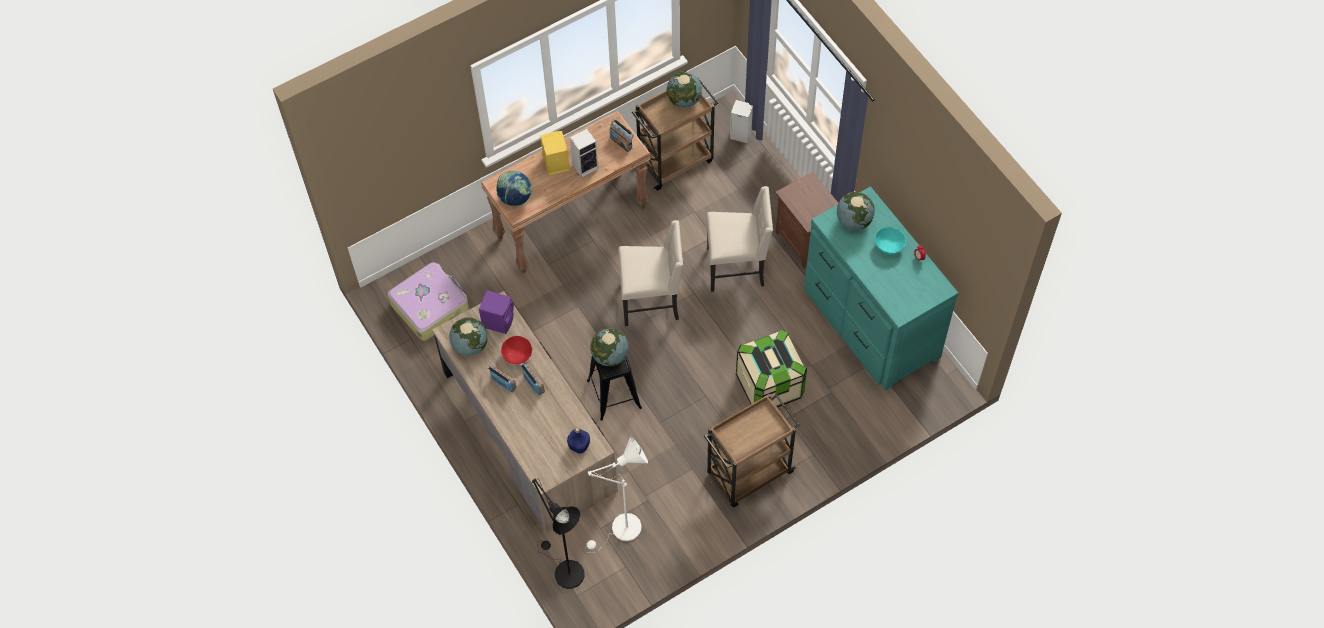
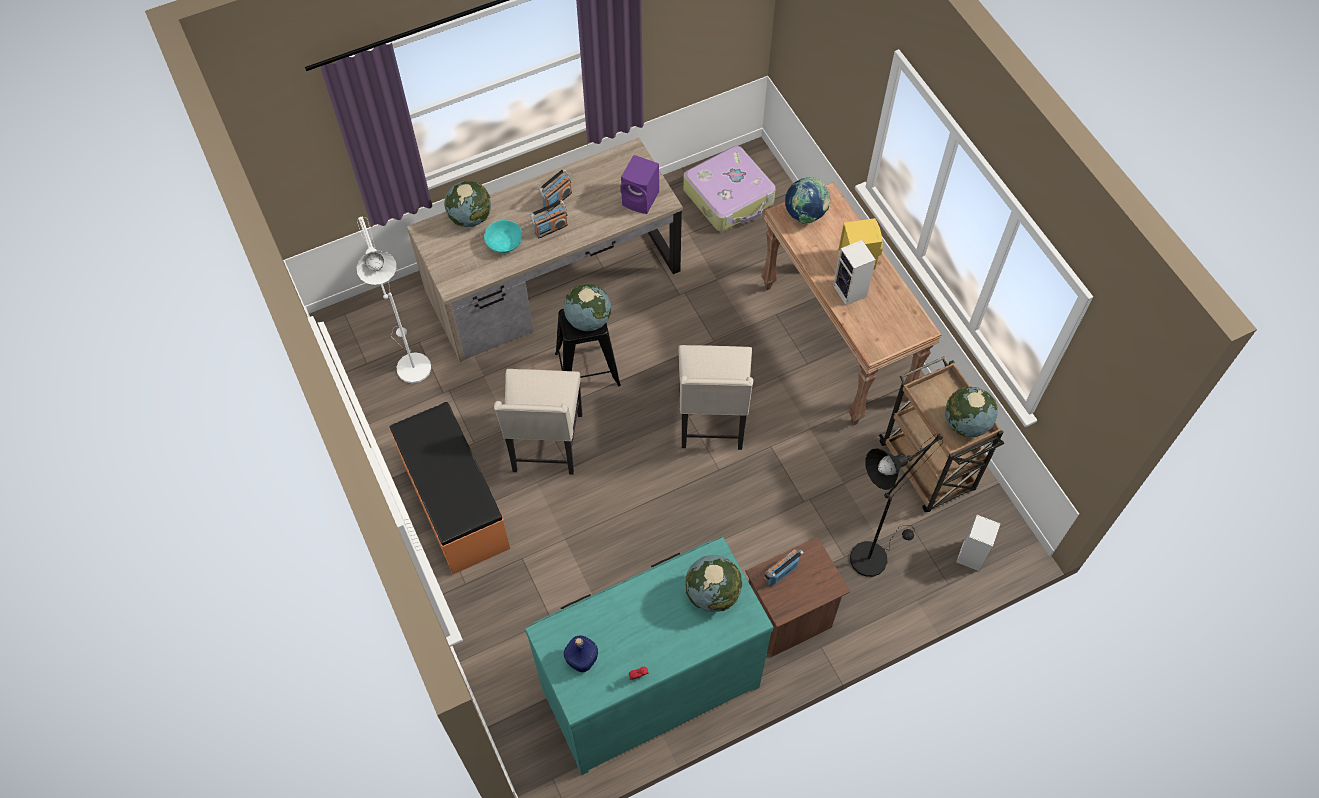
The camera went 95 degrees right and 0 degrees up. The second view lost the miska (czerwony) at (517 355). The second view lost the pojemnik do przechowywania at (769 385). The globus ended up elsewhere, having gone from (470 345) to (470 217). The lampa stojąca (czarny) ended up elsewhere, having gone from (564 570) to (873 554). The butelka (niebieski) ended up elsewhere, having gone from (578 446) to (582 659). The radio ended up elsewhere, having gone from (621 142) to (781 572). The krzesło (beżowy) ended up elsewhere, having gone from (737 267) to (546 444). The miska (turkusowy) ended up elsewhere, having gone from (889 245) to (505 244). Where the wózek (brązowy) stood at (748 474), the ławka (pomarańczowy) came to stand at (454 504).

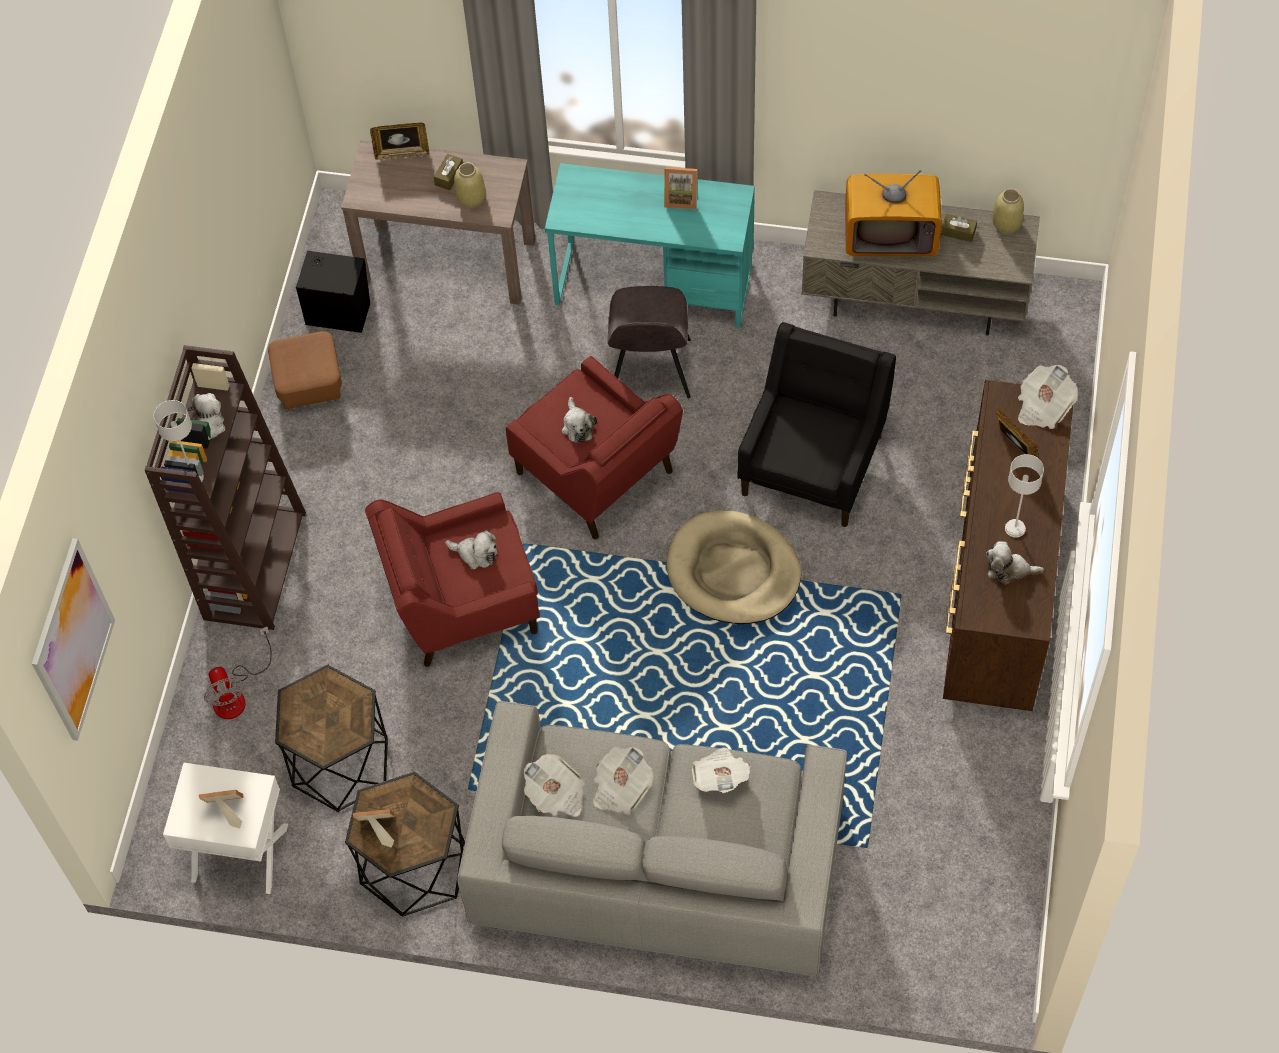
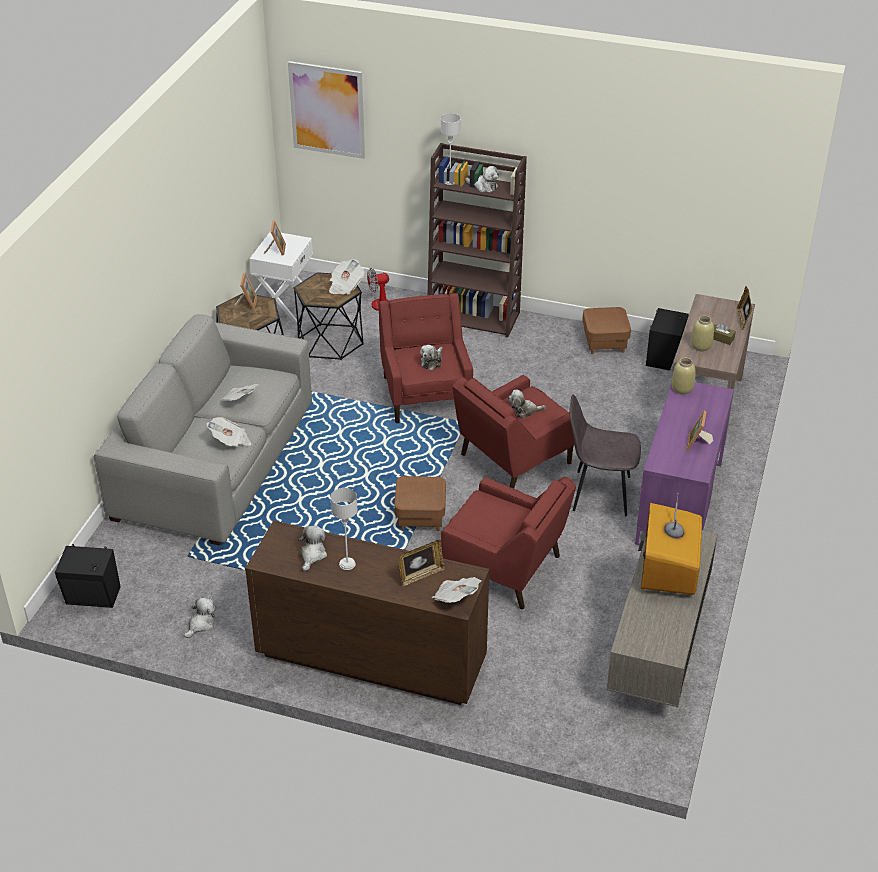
The camera went 95 degrees right and 20 degrees down. The second view lost the pudełko chusteczek (brązowy) at (958 232). The second view gained the głośnik (czarny) at (93 597). The second view gained the pluszak at (201 624). The gazeta ended up elsewhere, having gone from (556 794) to (345 286). The wazon (beżowy) ended up elsewhere, having gone from (1006 224) to (681 389). Where the legowisko (beżowy) stood at (733 571), the pufa (brązowy) came to stand at (420 517). What was the biurko (turkusowy) at (654 284) turned into the biurko (fioletowy) at (679 503). What was the fotel (czarny) at (813 463) turned into the fotel (czerwony) at (505 569).

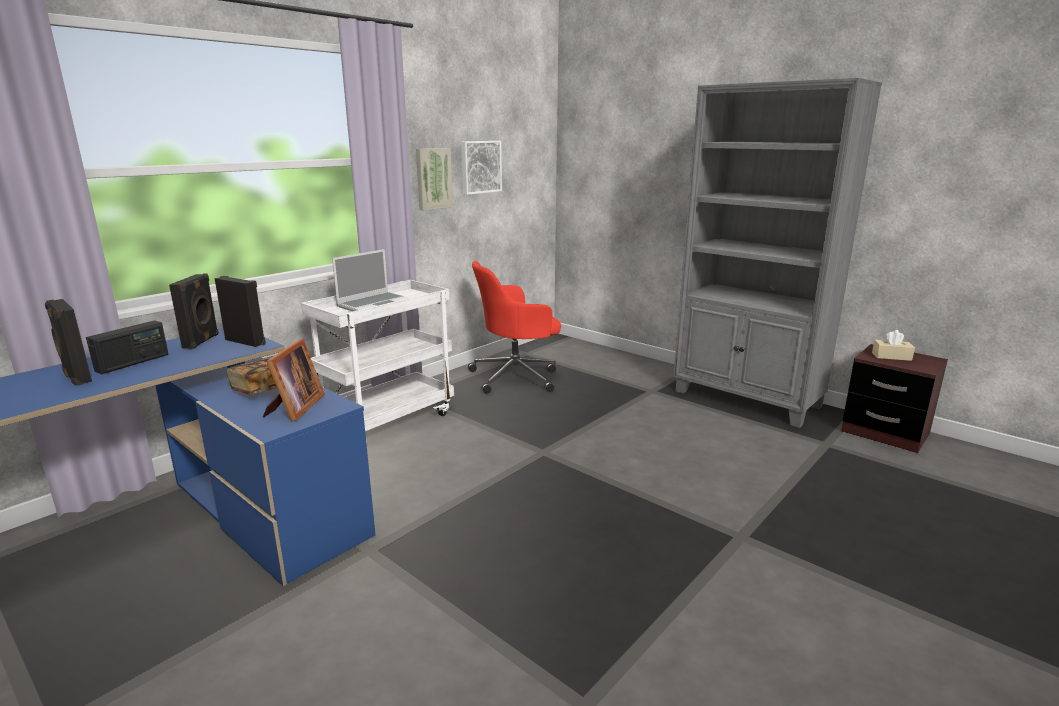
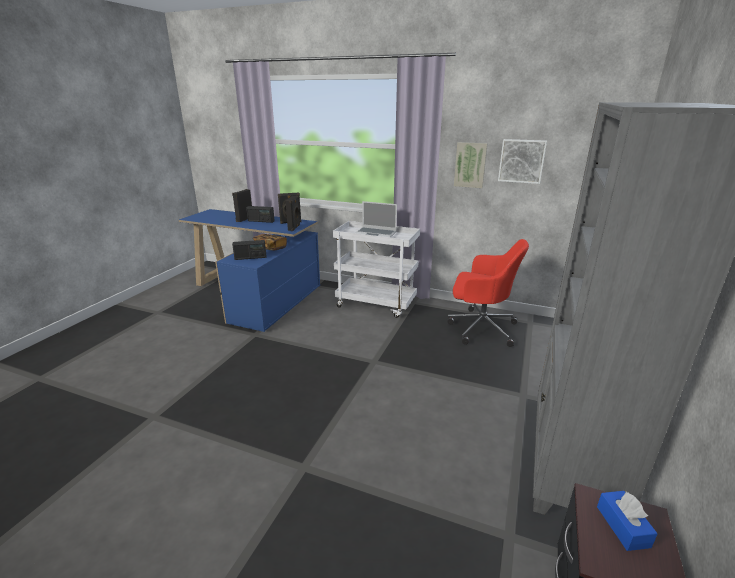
The camera went 70 degrees right and 5 degrees up. Where the ramka na zdjęcie stood at (294 408), the radio came to stand at (250 257). What was the pudełko chusteczek (beżowy) at (891 356) turned into the pudełko chusteczek (niebieski) at (622 526). The krzesło biurowe (czerwony) at (516 377) ended up facing another way, 150 degrees clockwise from before.

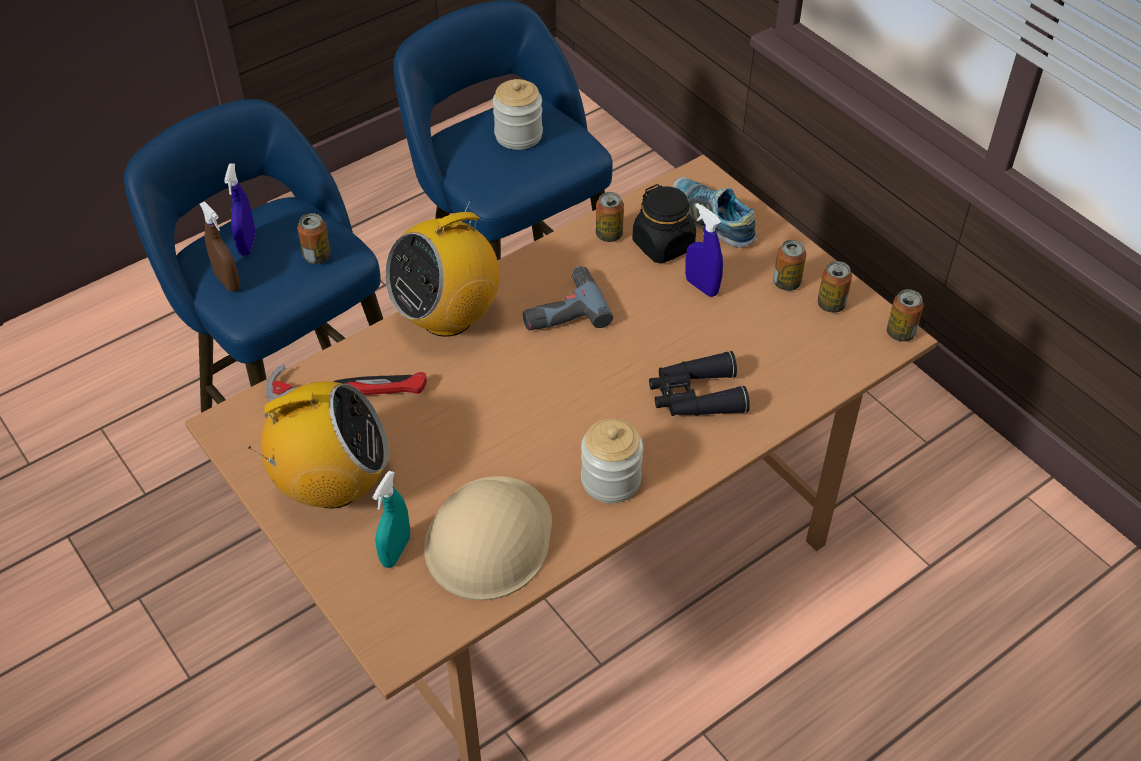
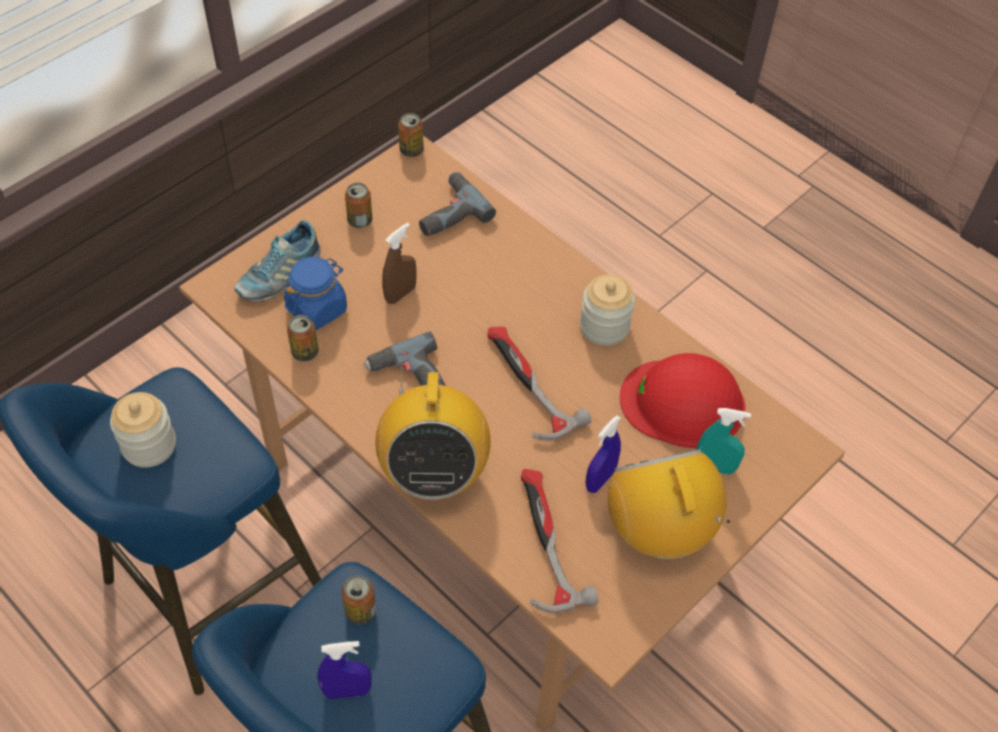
The camera went 100 degrees left and 5 degrees up. The second view lost the lornetka (czarny) at (695 396). The second view lost the puszka at (831 304). The second view gained the wiertarka at (447 212). The second view gained the młotek at (526 385). The spryskiwacz (brązowy) ended up elsewhere, having gone from (227 281) to (400 294). The spryskiwacz (niebieski) ended up elsewhere, having gone from (701 286) to (600 480). What was the kask (beżowy) at (488 538) turned into the kask (czerwony) at (683 403). What was the słoik (czarny) at (663 245) turned into the słoik (niebieski) at (317 309). The radio at (447 316) ended up facing another way, 45 degrees clockwise from before.

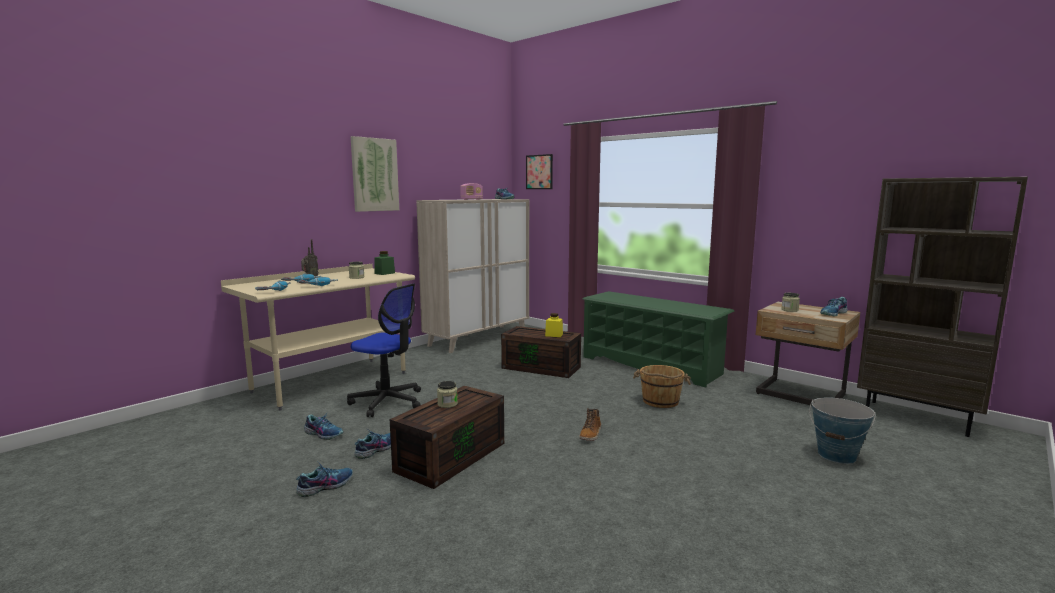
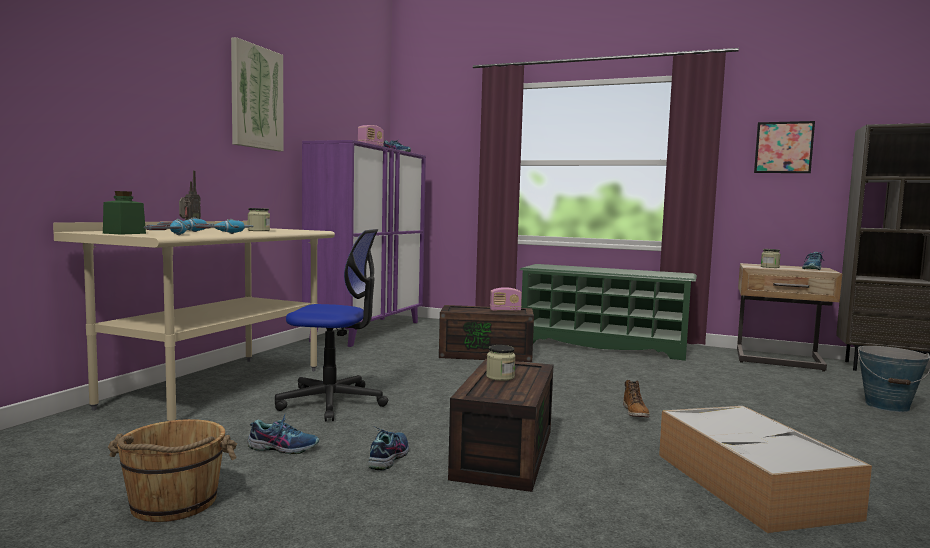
The camera went 20 degrees left and 5 degrees down. The second view lost the but at (325 486). The second view gained the pojemnik do przechowywania at (753 485). The słoik (zielony) ended up elsewhere, having gone from (384 273) to (124 233). The obraz ended up elsewhere, having gone from (539 172) to (783 147). The wiadro (brązowy) ended up elsewhere, having gone from (660 401) to (173 503). Where the słoik (żółty) stood at (554 335), the radio came to stand at (505 310). What was the szafka (beżowy) at (478 338) turned into the szafka (fioletowy) at (368 331).

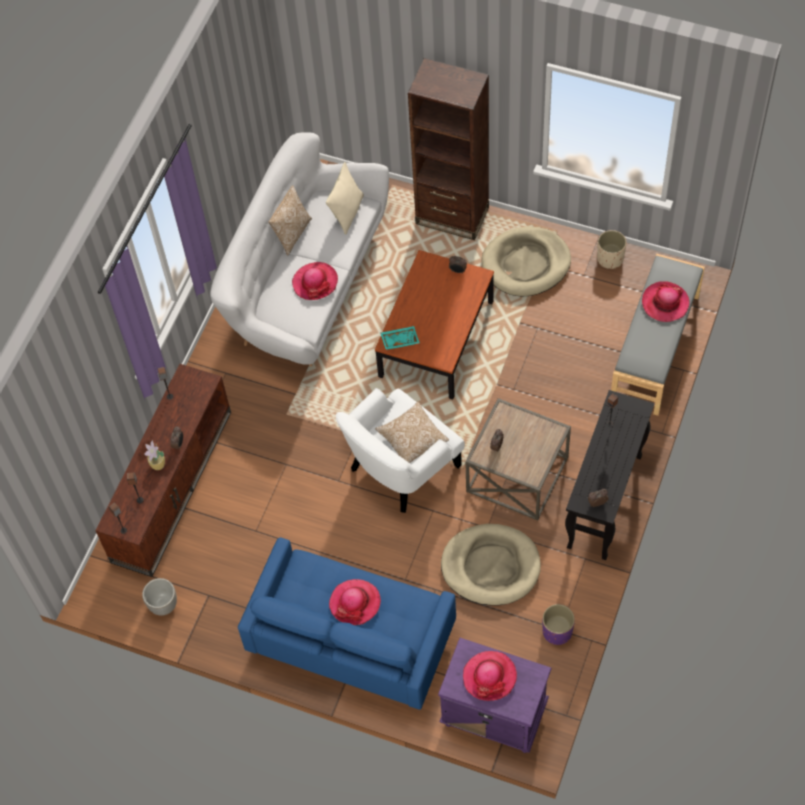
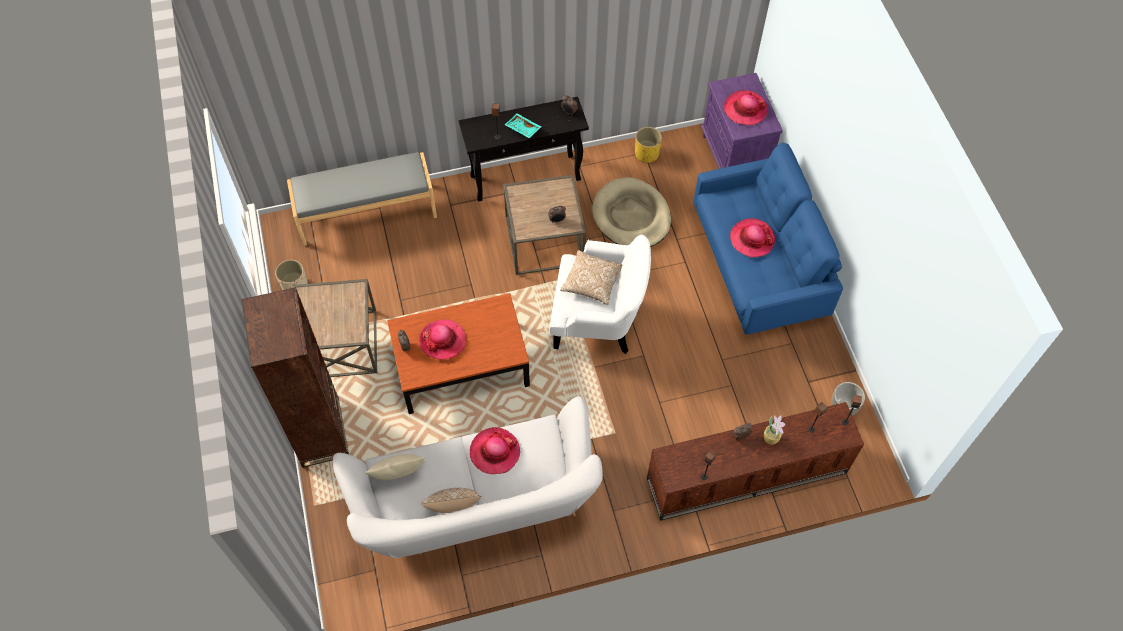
The camera went 130 degrees left and 0 degrees up. The taca (turkusowy) ended up elsewhere, having gone from (399 340) to (522 129). The kapelusz ended up elsewhere, having gone from (665 303) to (443 340). Where the legowisko (beżowy) stood at (526 264), the stolik (brązowy) came to stand at (339 343). What was the donica (fioletowy) at (557 631) turned into the donica (żółty) at (646 154).

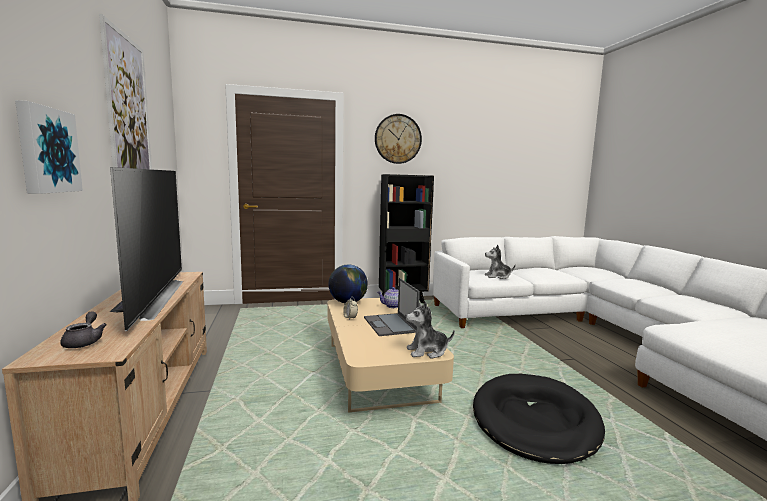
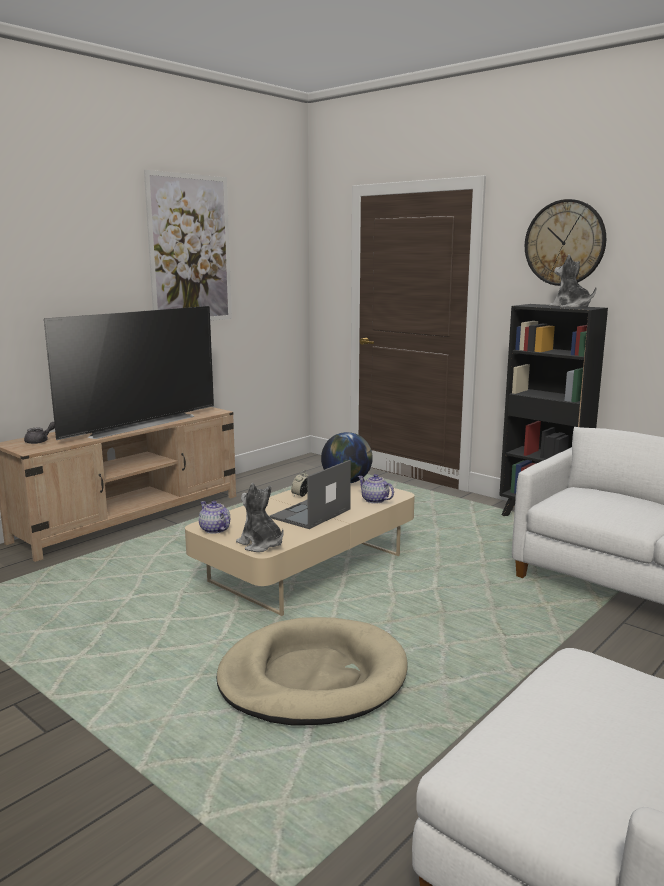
The camera went 55 degrees right and 5 degrees up. The second view lost the obraz at (46 150). The second view gained the imbryk at (214 530). The pluszak ended up elsewhere, having gone from (498 276) to (570 307). What was the legowisko (czarny) at (534 421) turned into the legowisko (beżowy) at (312 677).

